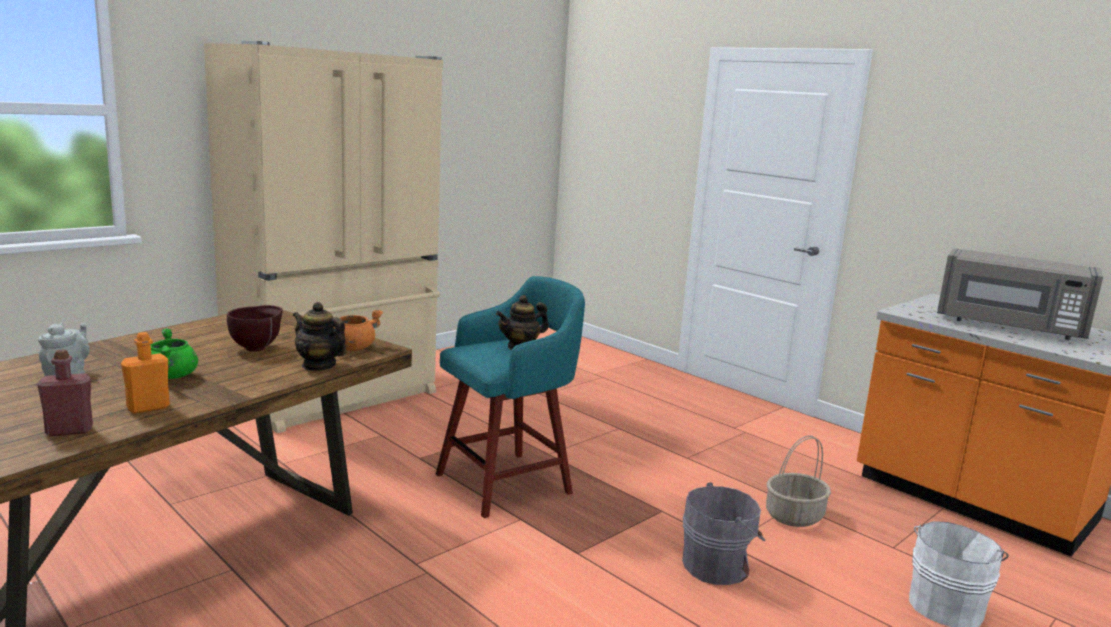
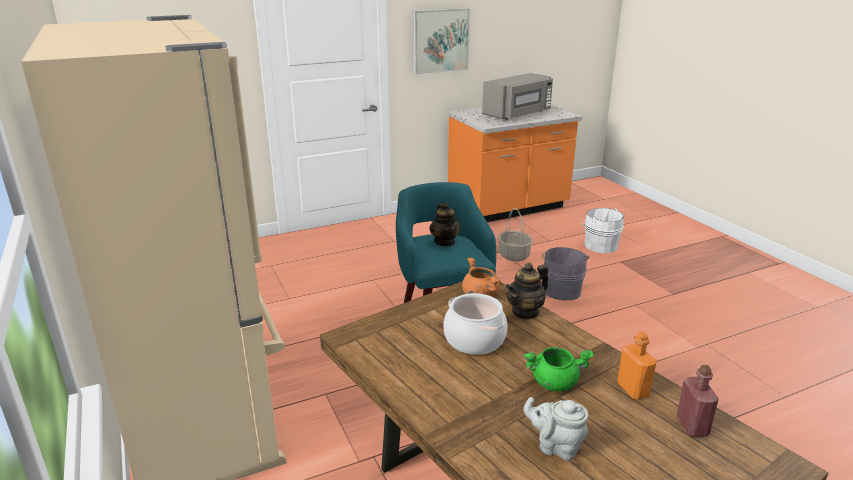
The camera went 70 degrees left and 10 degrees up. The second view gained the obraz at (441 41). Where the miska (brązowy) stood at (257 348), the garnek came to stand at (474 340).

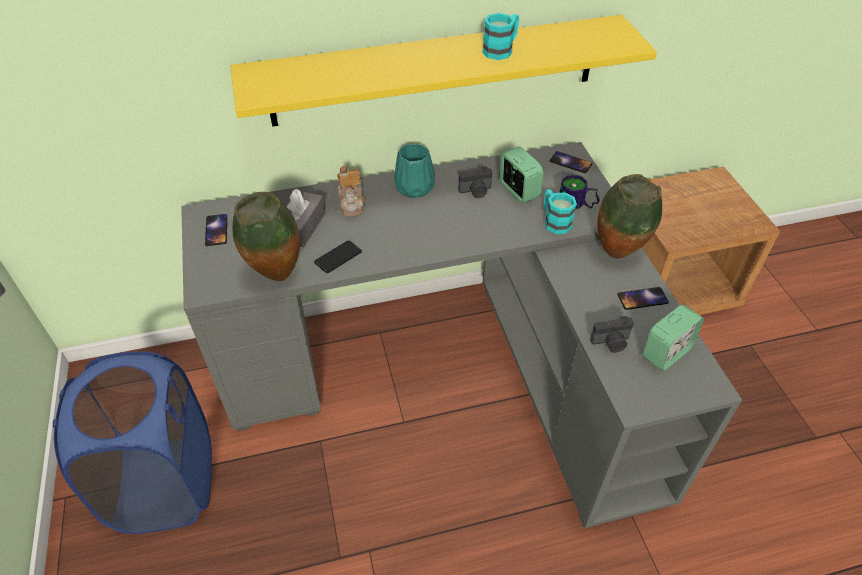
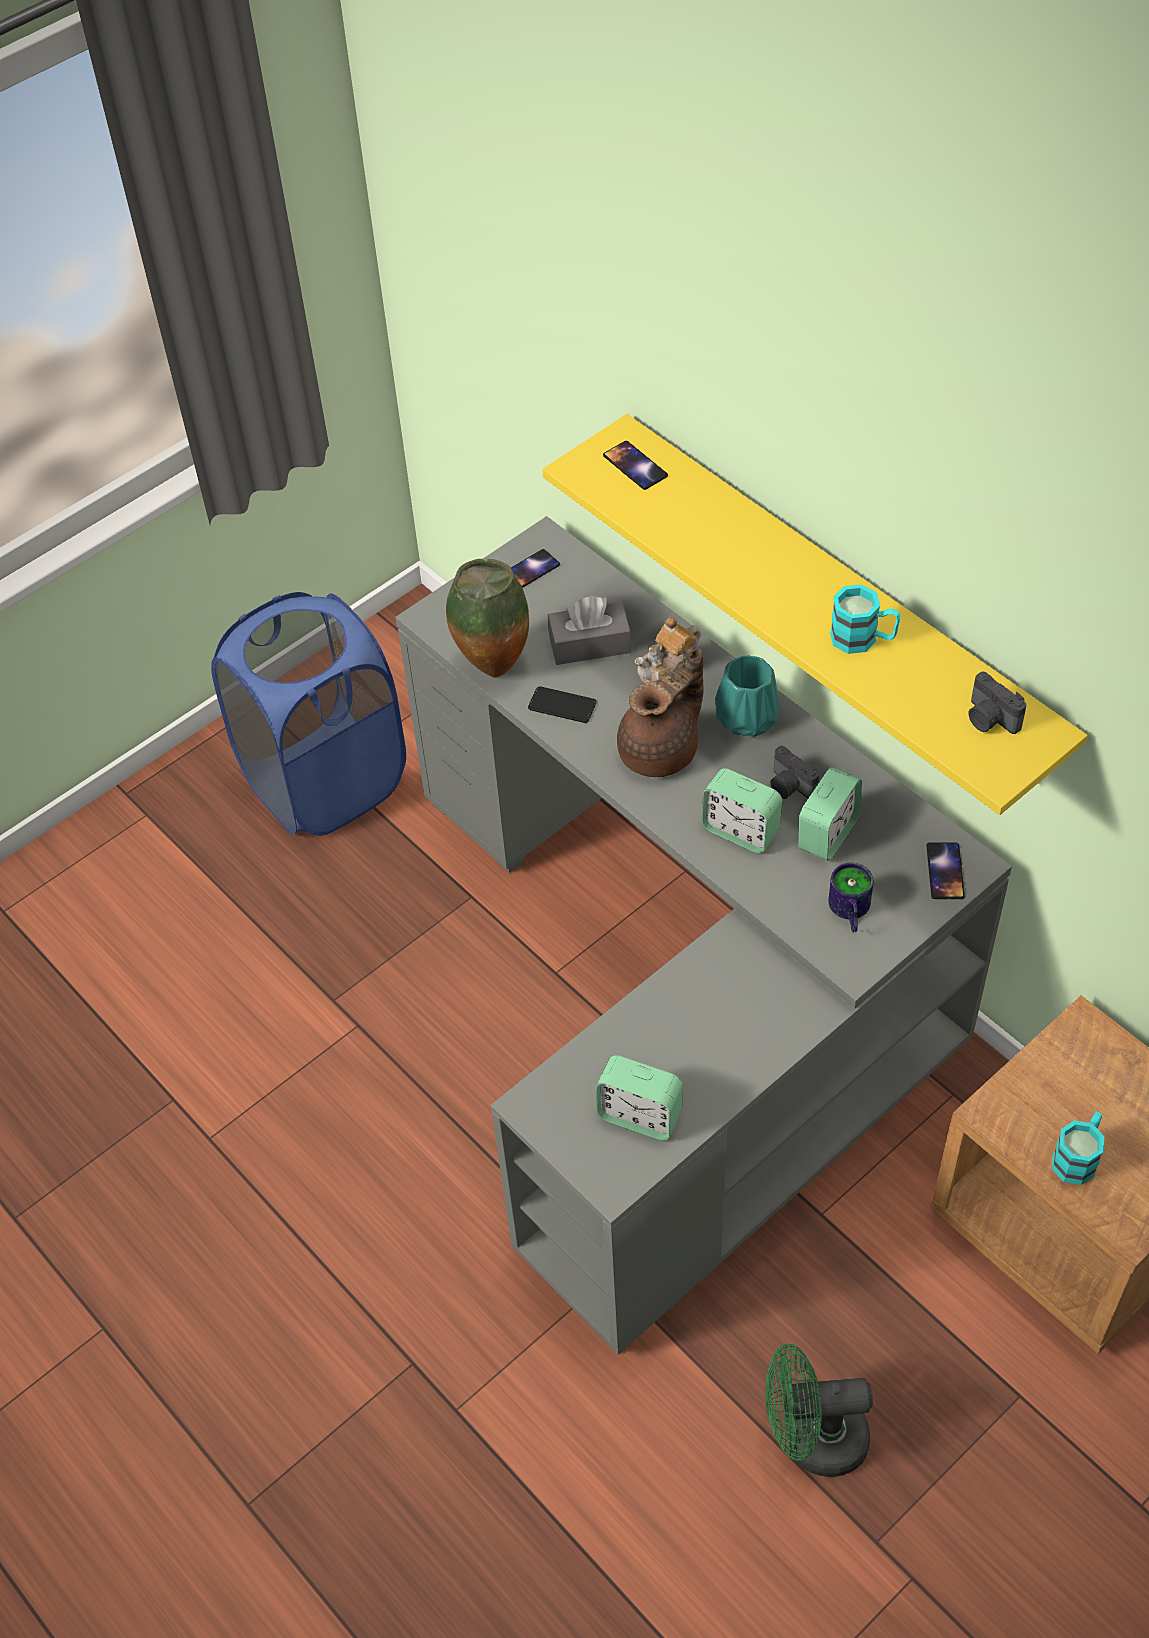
The camera went 65 degrees right and 5 degrees up. The second view lost the wazon at (618 253). The second view gained the imbryk (brązowy) at (661 751). The second view gained the budzik at (740 830). The second view gained the wentylator (zielony) at (812 1439). The kubek (turkusowy) ended up elsewhere, having gone from (554 221) to (1078 1157). The aparat fotograficzny ended up elsewhere, having gone from (611 343) to (989 719). The telefon ended up elsewhere, having gone from (642 299) to (635 466).

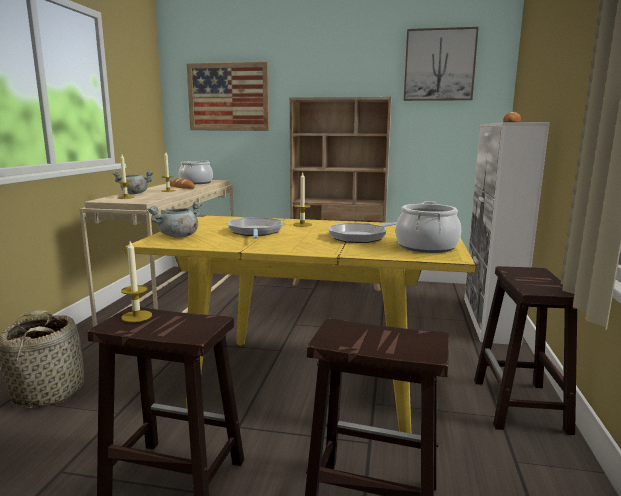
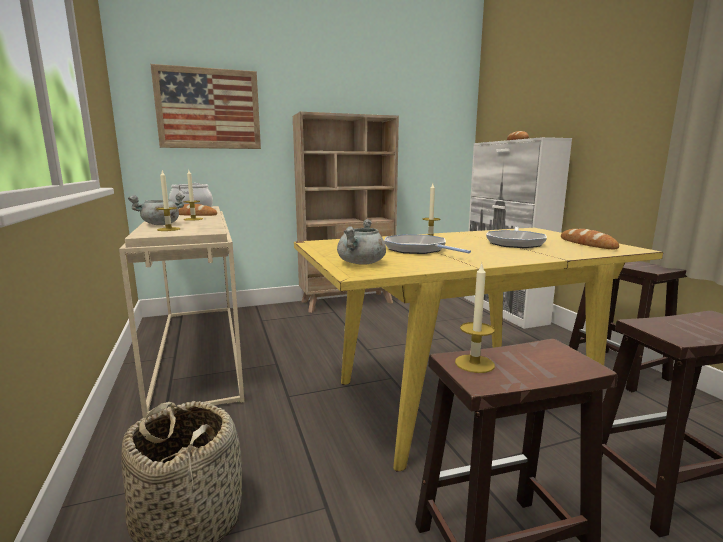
The camera went 30 degrees left and 0 degrees up. The second view lost the obraz at (439 65). Where the garnek stood at (427 247), the chleb came to stand at (587 244).

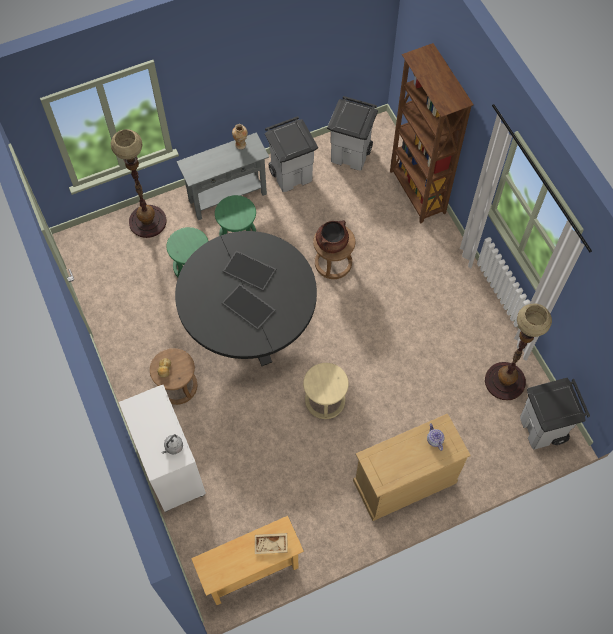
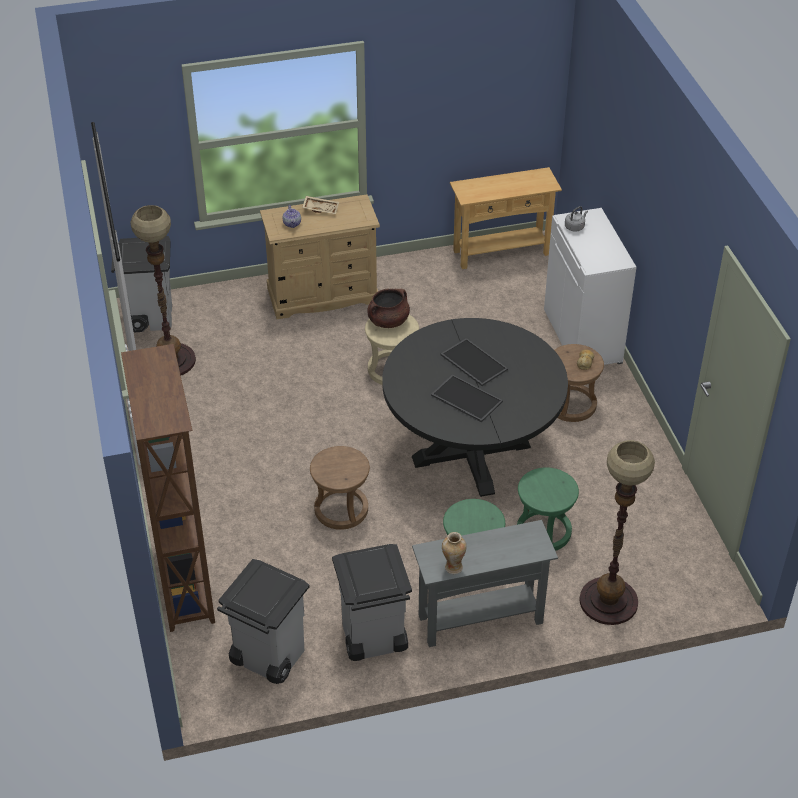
The camera went 170 degrees left and 20 degrees down. The taca (beżowy) ended up elsewhere, having gone from (271 545) to (321 208). The garnek (brązowy) ended up elsewhere, having gone from (332 243) to (388 321).

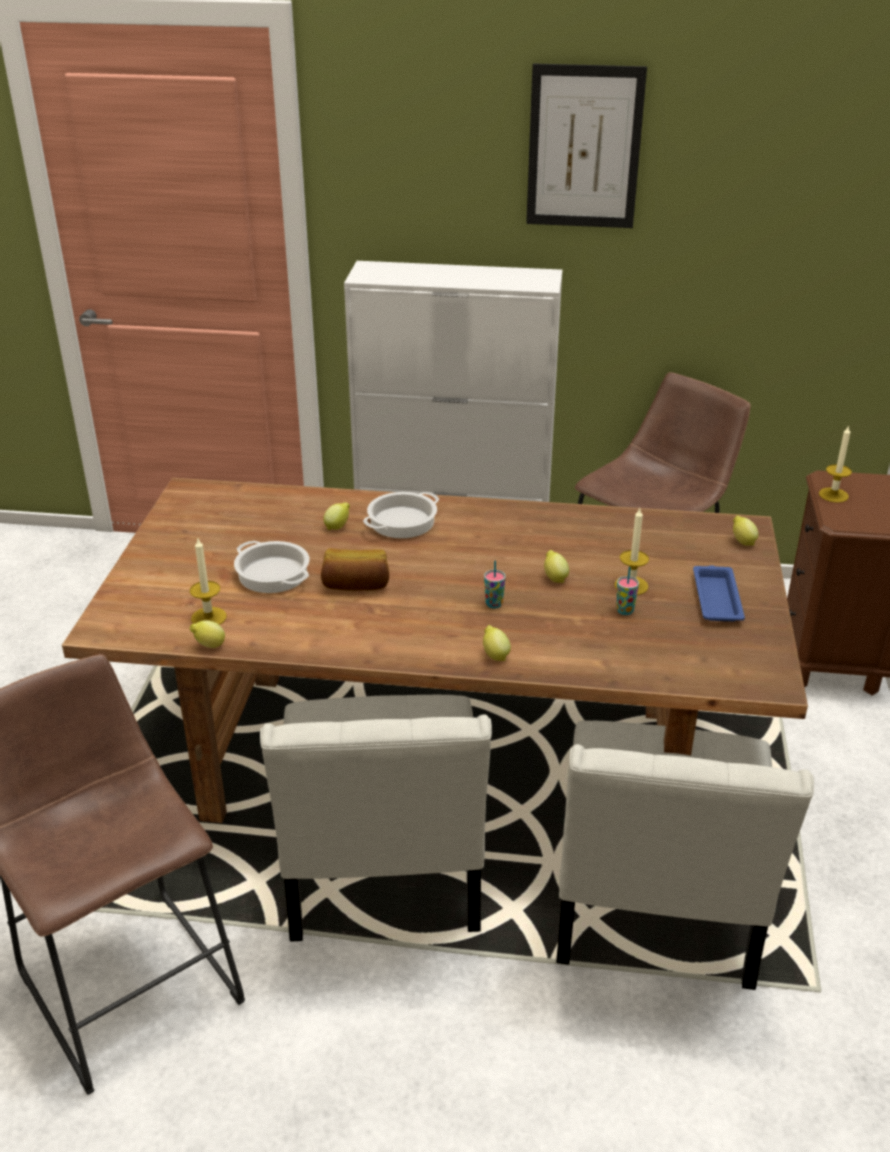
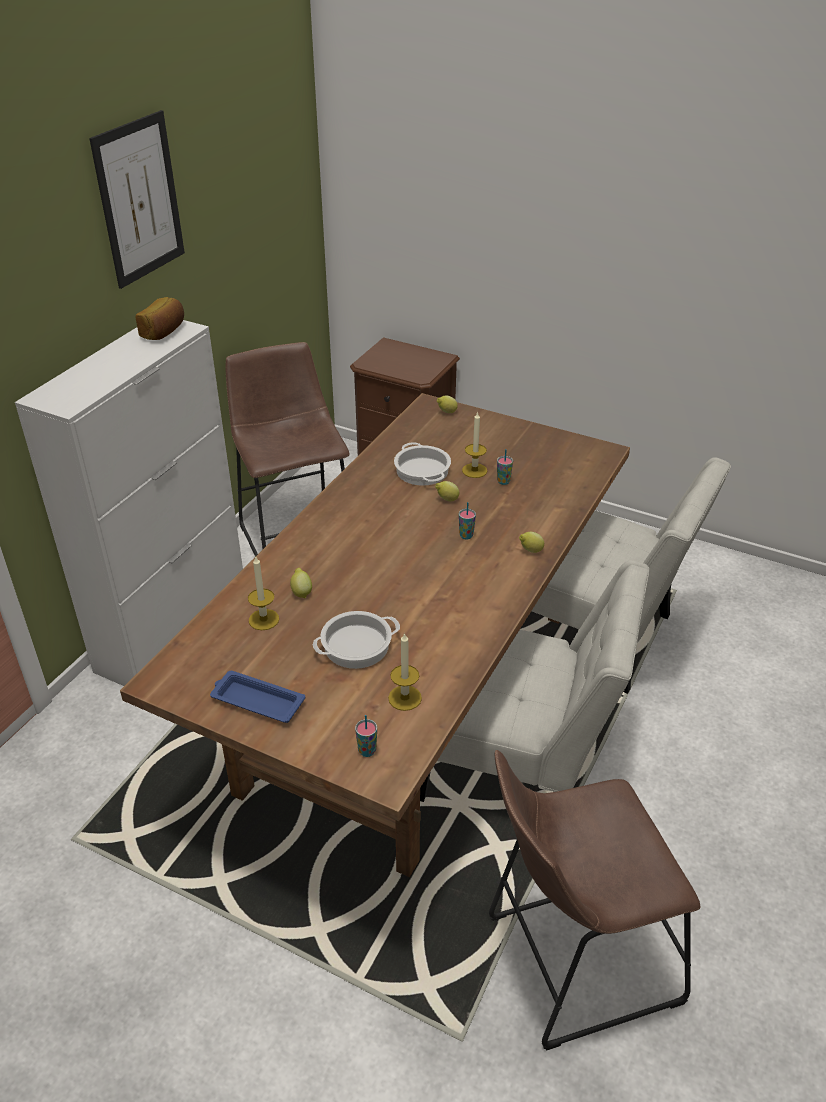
The camera went 70 degrees left and 5 degrees up. The second view lost the cytryna at (209 646). The second view gained the filiżanka at (367 751). The chleb ended up elsewhere, having gone from (356 585) to (164 331). The garnek ended up elsewhere, having gone from (402 521) to (421 471). The taca (niebieski) ended up elsewhere, having gone from (716 598) to (256 701). The świeca ended up elsewhere, having gone from (833 495) to (264 619).

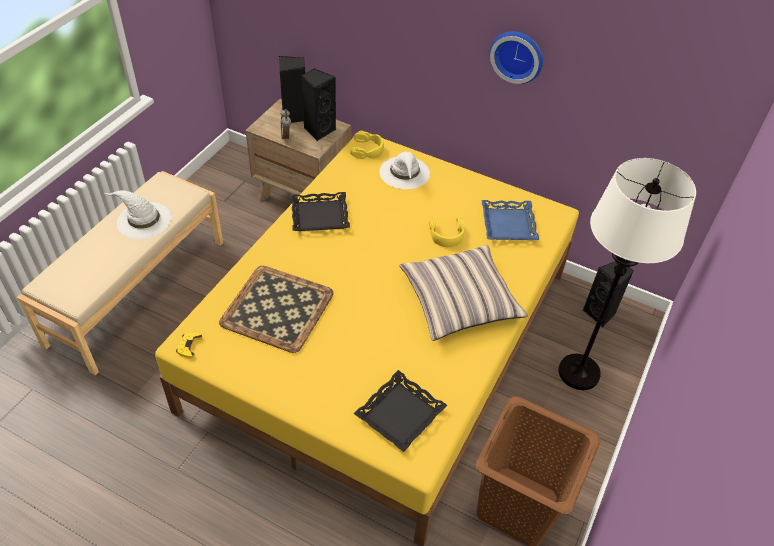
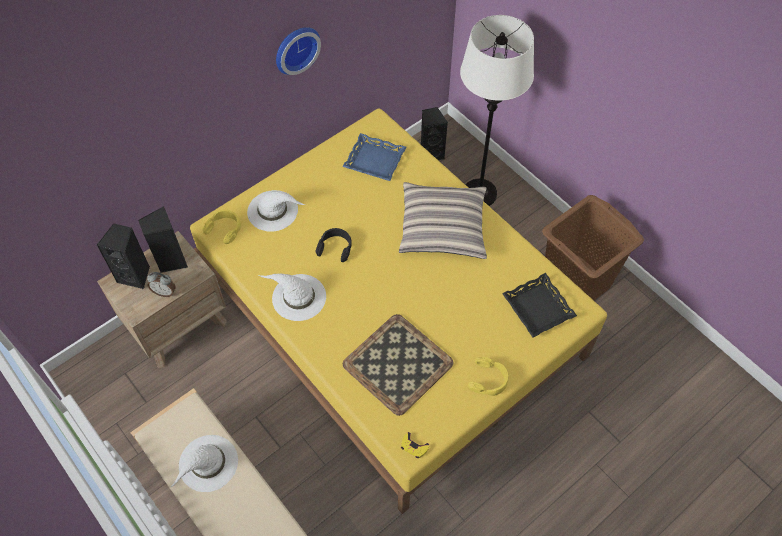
The camera went 65 degrees left and 10 degrees up. The second view gained the słuchawki (czarny) at (335 247). The słuchawki (żółty) ended up elsewhere, having gone from (446 235) to (489 380). Where the taca (czarny) stood at (319 216), the kapelusz (biały) came to stand at (298 297).

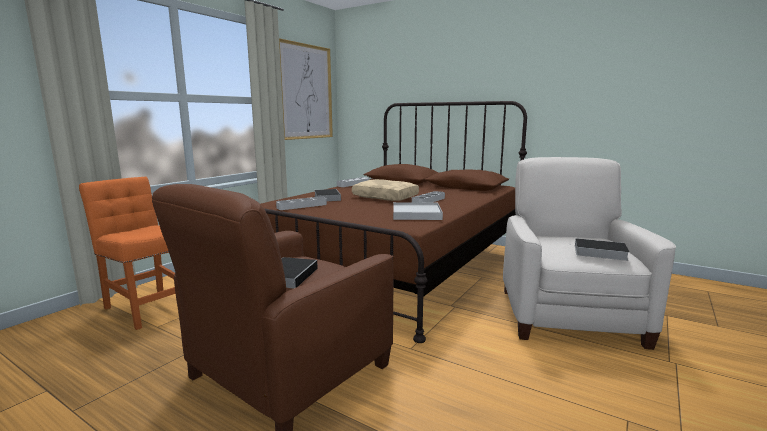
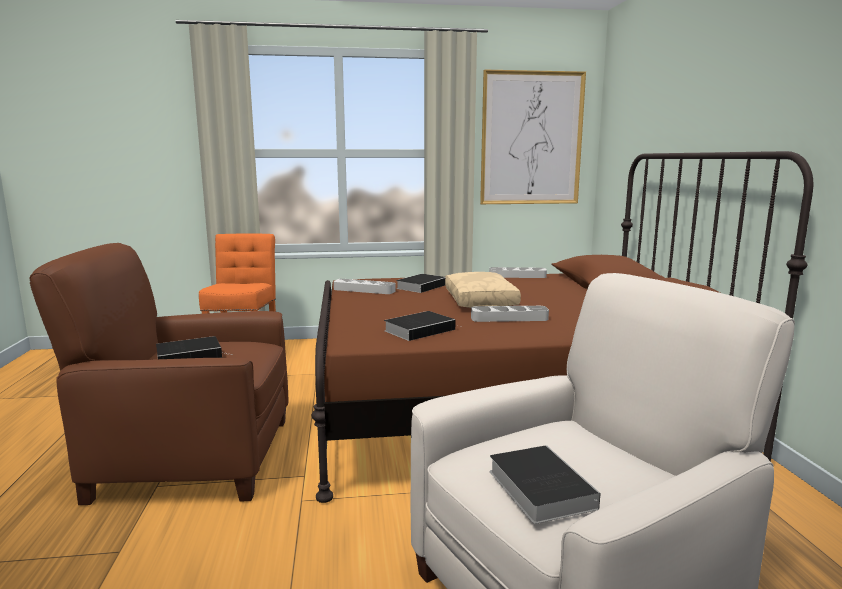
The camera went 50 degrees right and 0 degrees up. Where the taca (biały) stood at (416 214), the książka came to stand at (420 329).

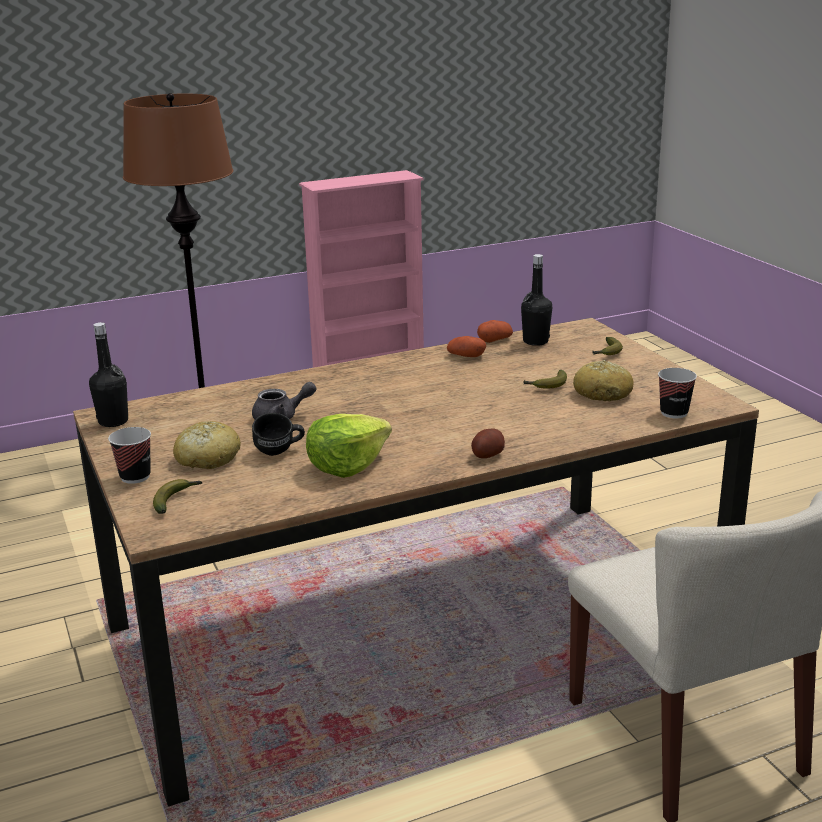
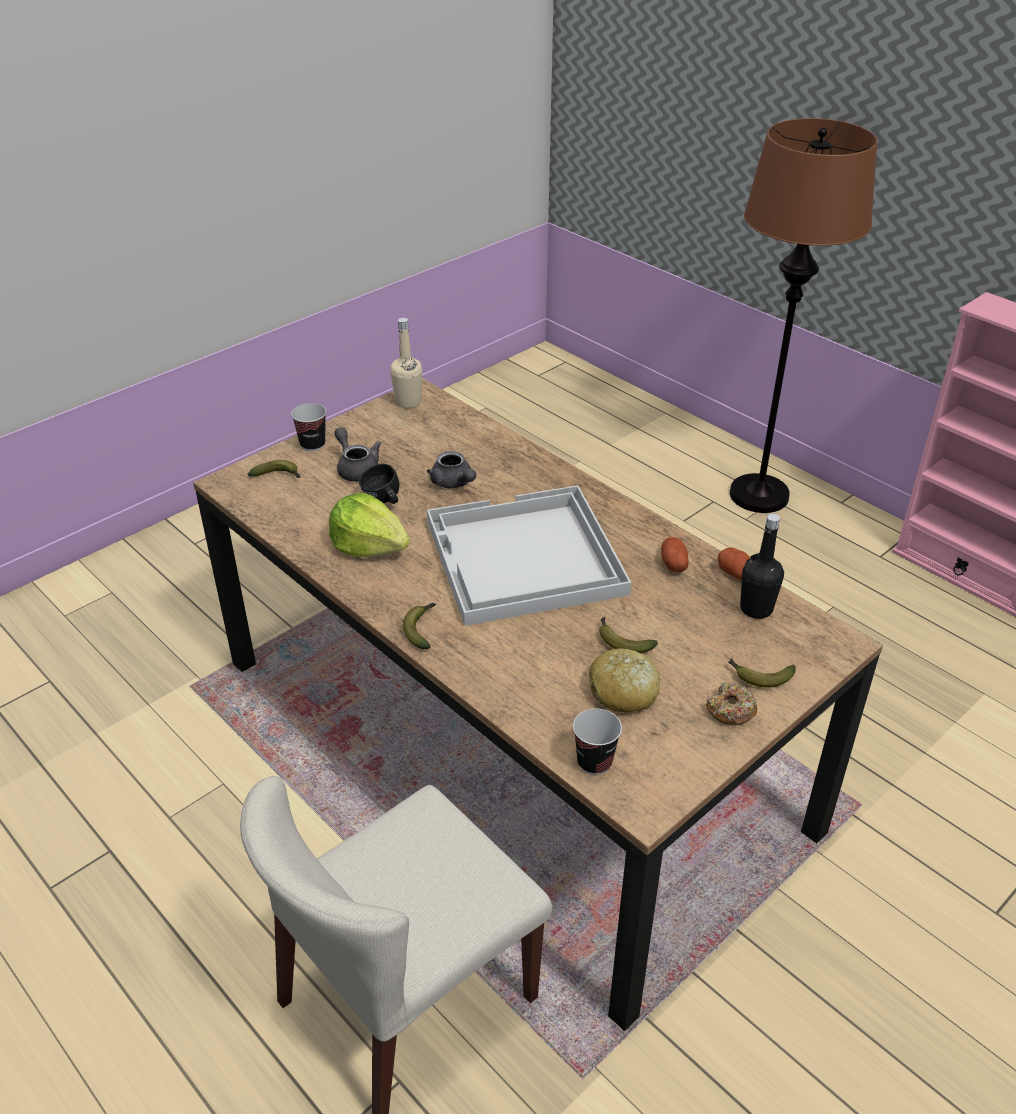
The camera went 70 degrees right and 15 degrees up. The second view gained the taca (biały) at (523 558). The second view gained the donut at (730 710). Where the chleb stood at (207 458), the imbryk (szary) came to stand at (356 468). Where the ziemniak stood at (487 455), the banan came to stand at (422 629). What was the butelka (czarny) at (113 421) turned into the butelka (beżowy) at (408 402).

